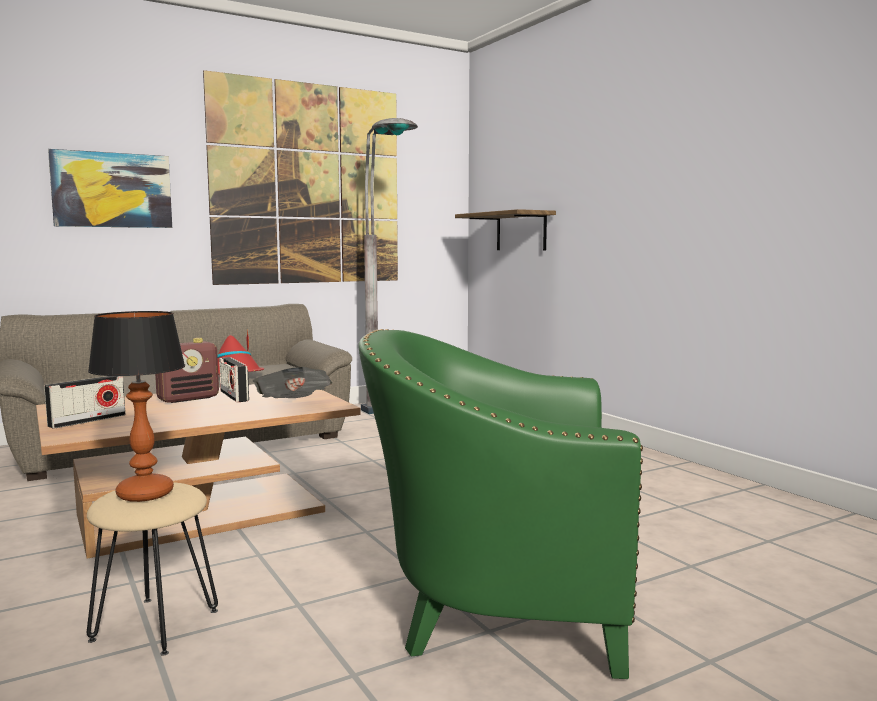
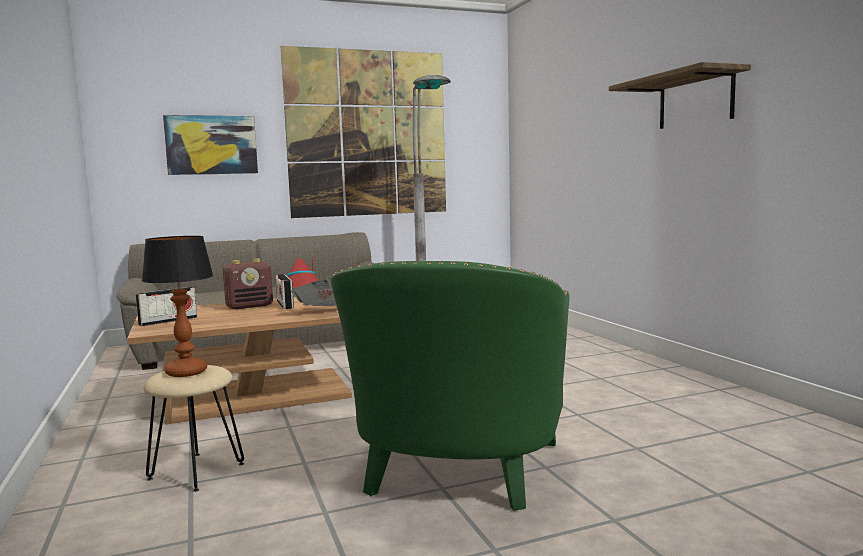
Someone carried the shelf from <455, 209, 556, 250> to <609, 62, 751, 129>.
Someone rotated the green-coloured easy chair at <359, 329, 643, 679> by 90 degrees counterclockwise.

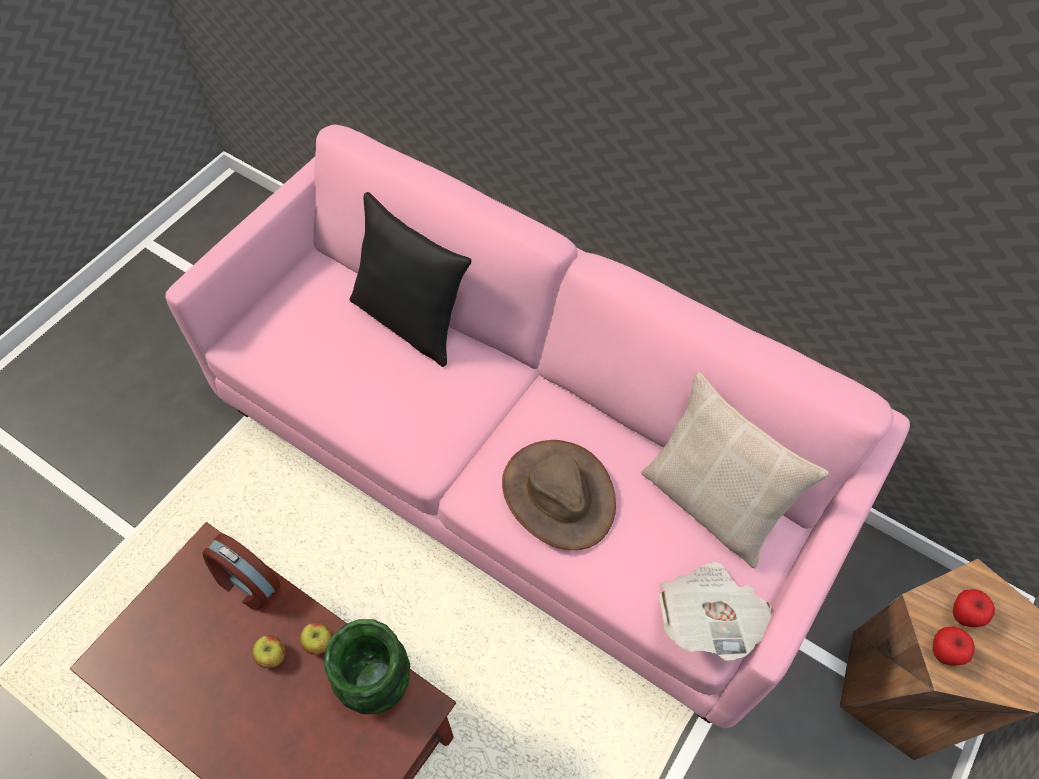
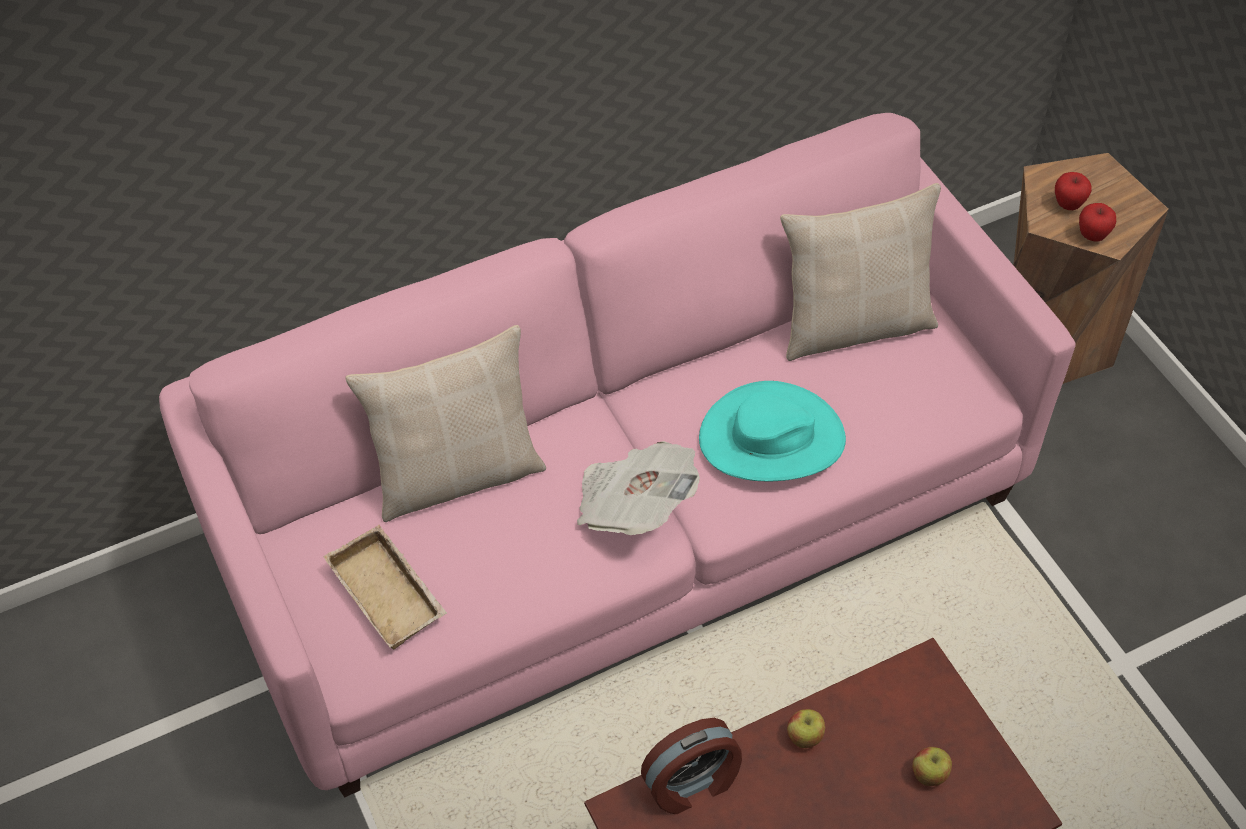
Someone took away the green-coloured vase at <324, 619, 410, 714>.
Someone put down the beige-coloured carrying tray at <323, 525, 447, 649>.
Someone carried the apple fruit from <252, 635, 285, 668> to <912, 747, 952, 786>.
Someone carried the printed paper from <660, 562, 771, 661> to <577, 441, 700, 535>.
Someone repainted the black throw pillow at <350, 192, 472, 367>, which became the beige-coloured throw pillow at <346, 325, 546, 522>.
Someone repainted the brownish hat at <502, 440, 616, 550>, which became the turquoise hat at <699, 381, 846, 481>.

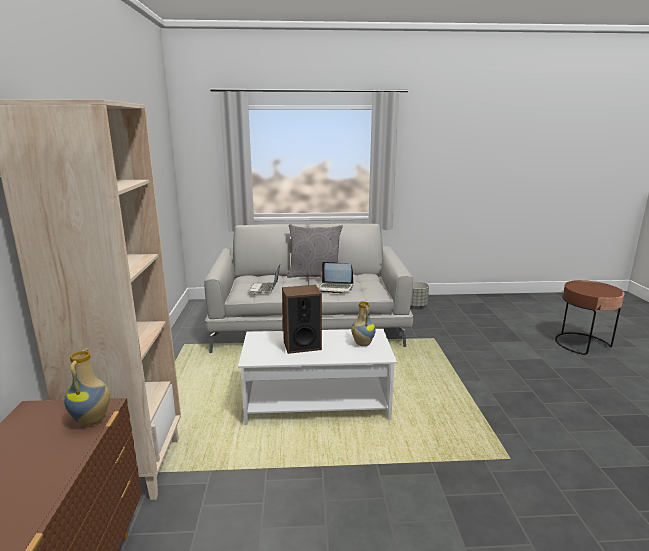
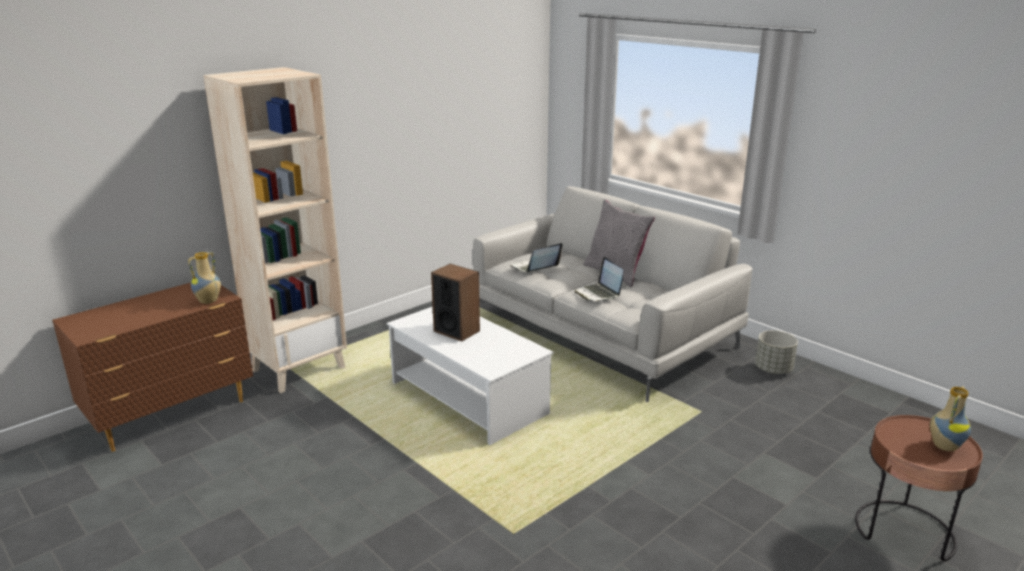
Someone carried the vase from <351, 301, 376, 346> to <930, 386, 971, 451>.

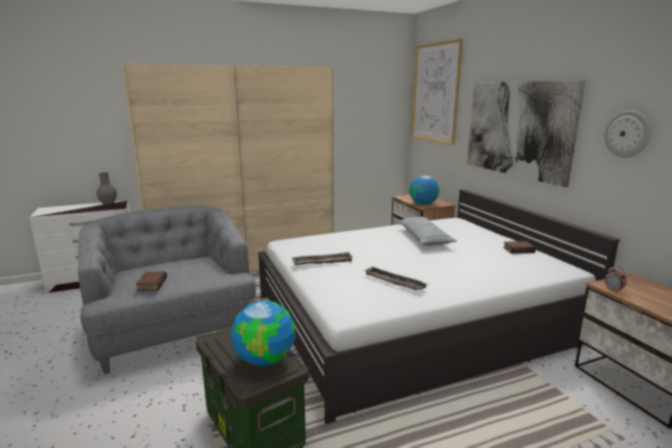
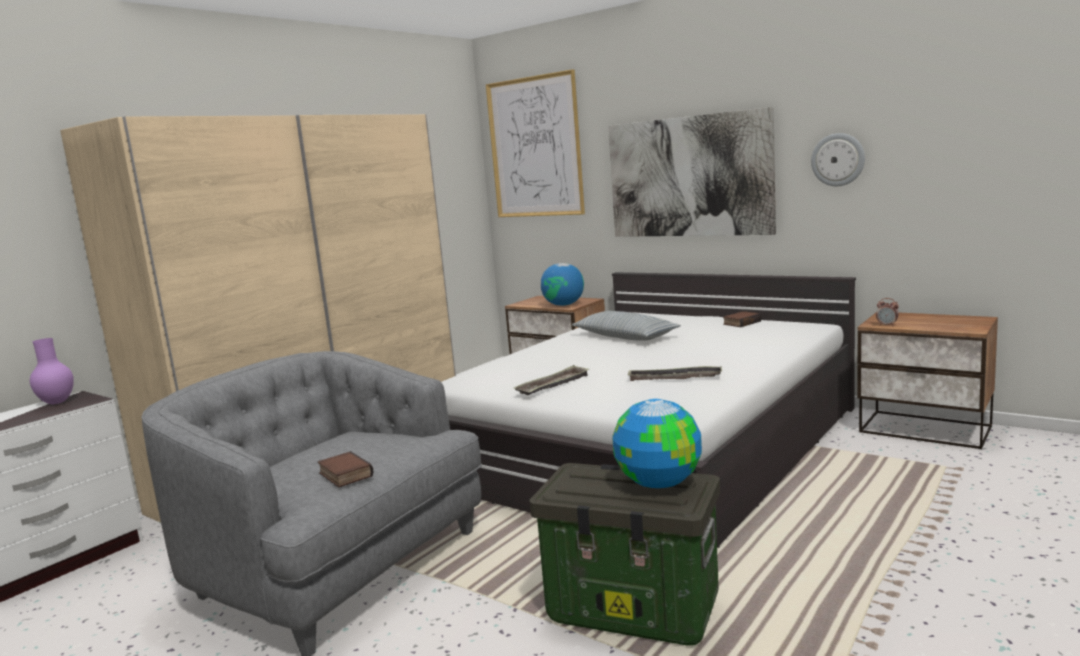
Someone repainted the greyish vase at <96, 172, 117, 205>, which became the purple-coloured vase at <30, 338, 74, 404>.

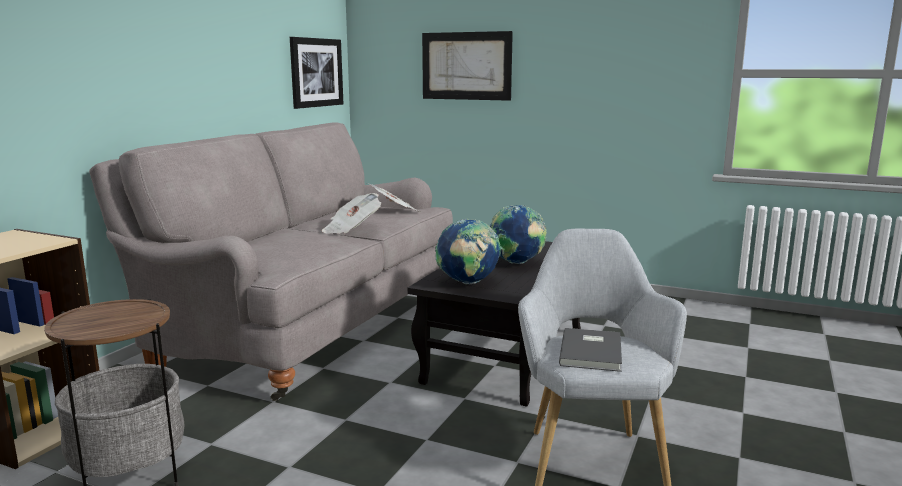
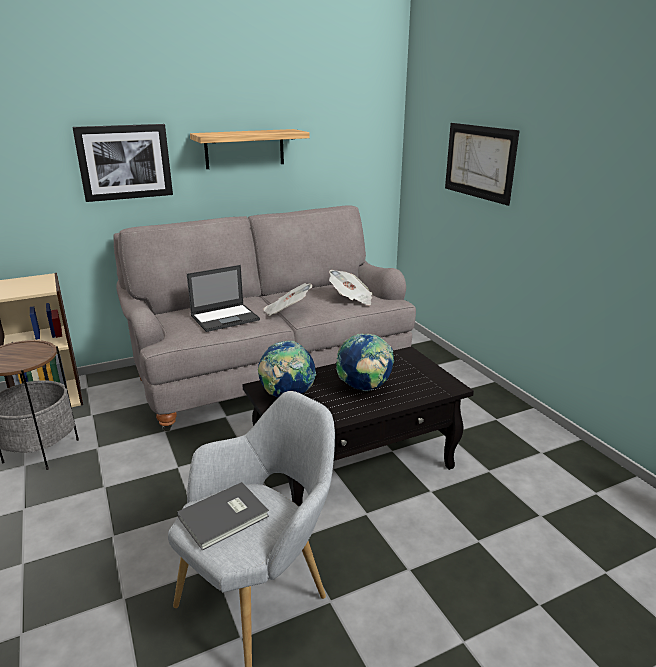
Someone put down the portable computer at <187, 265, 260, 332>.
Someone put up the shelf at <190, 129, 310, 169>.
Someone carried the wall art from <290, 37, 344, 109> to <72, 124, 173, 202>.

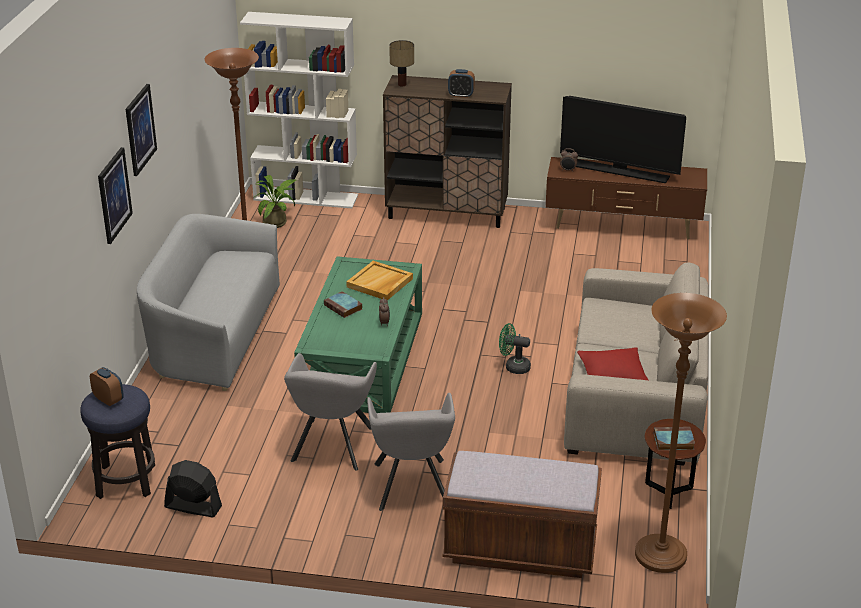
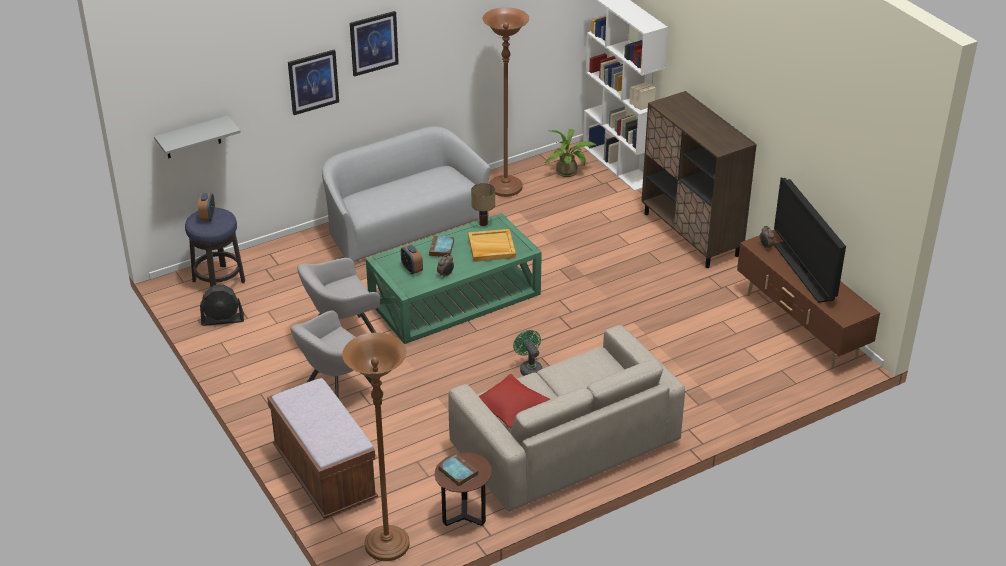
Someone put up the greyish shelf at <154, 116, 241, 158>.
Someone carried the tabletop lamp from <389, 40, 414, 86> to <471, 183, 495, 226>.
Someone carried the alarm clock from <448, 69, 475, 98> to <401, 244, 423, 275>.
Someone rotated the black cooling fan at <164, 460, 222, 517> by 105 degrees clockwise.

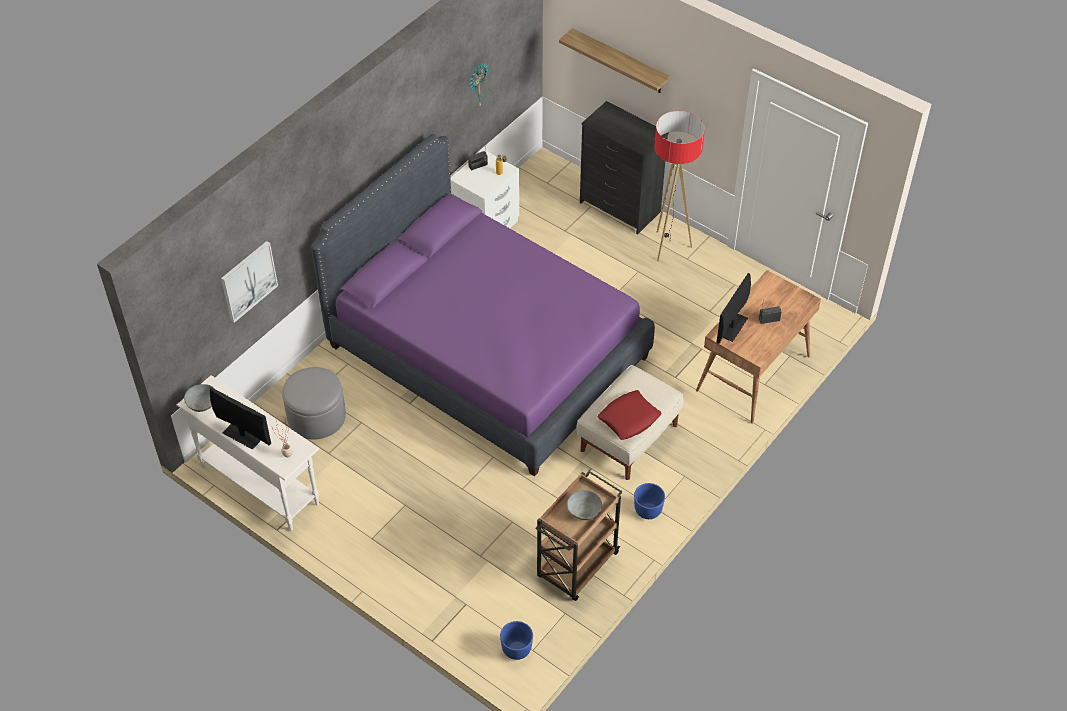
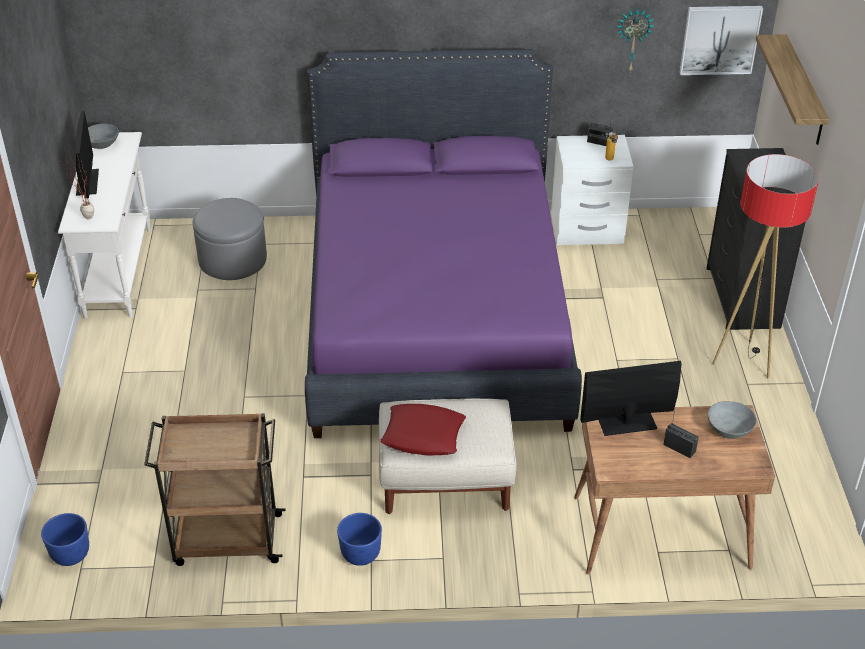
Someone carried the wall art from <221, 241, 278, 323> to <679, 6, 763, 75>.
Someone carried the greyish bowl from <567, 490, 602, 520> to <707, 401, 757, 439>.

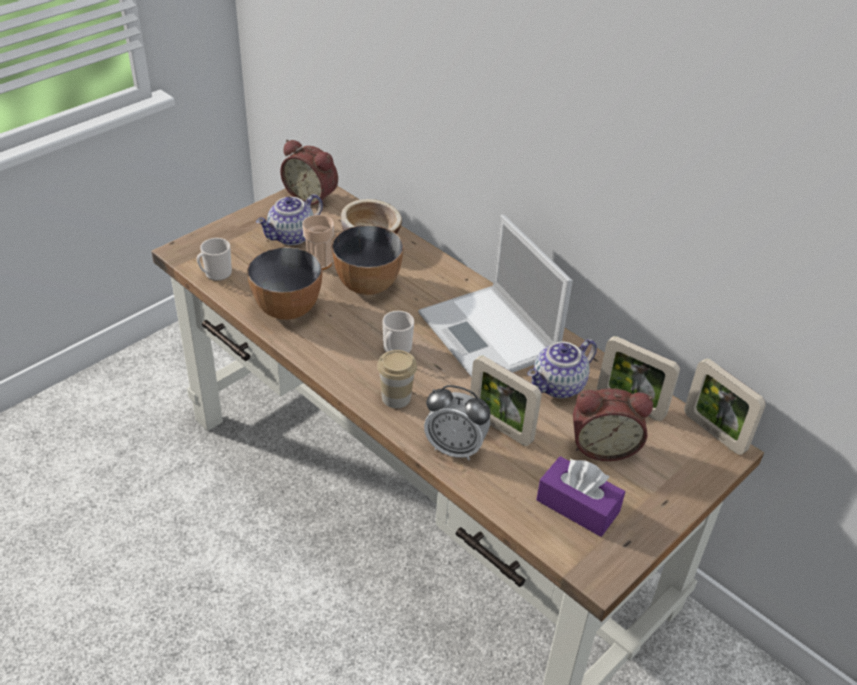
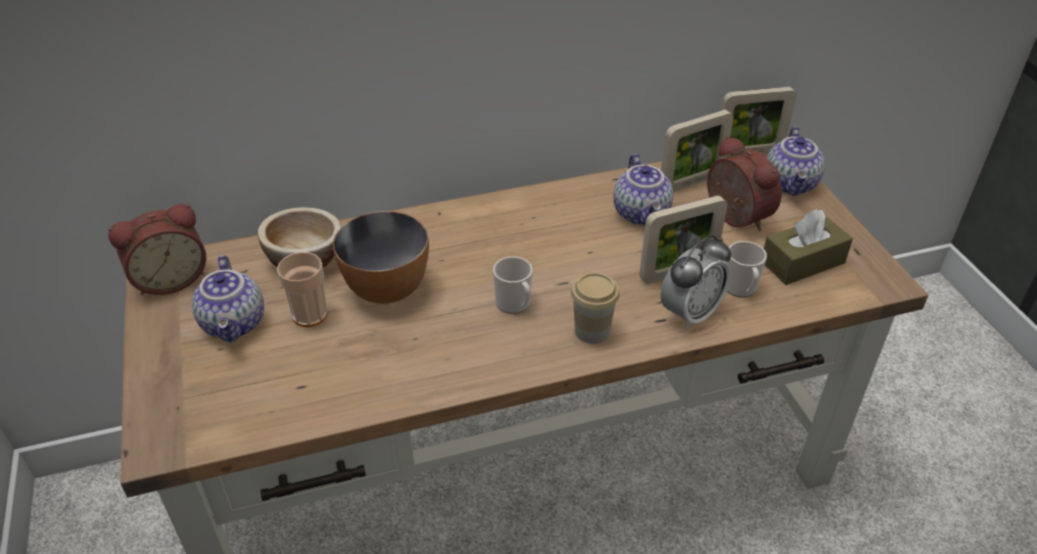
Someone took away the bowl at <247, 247, 322, 320>.
Someone took away the portable computer at <418, 215, 573, 377>.
Someone put down the tea pot at <767, 126, 825, 196>.
Someone carried the mug from <197, 238, 232, 281> to <726, 241, 767, 298>.
Someone repainted the purple-coloured tissue holder at <536, 456, 625, 537>, which became the brownish tissue holder at <764, 209, 853, 285>.
Someone rotated the alarm clock at <573, 388, 653, 461> by 60 degrees counterclockwise.

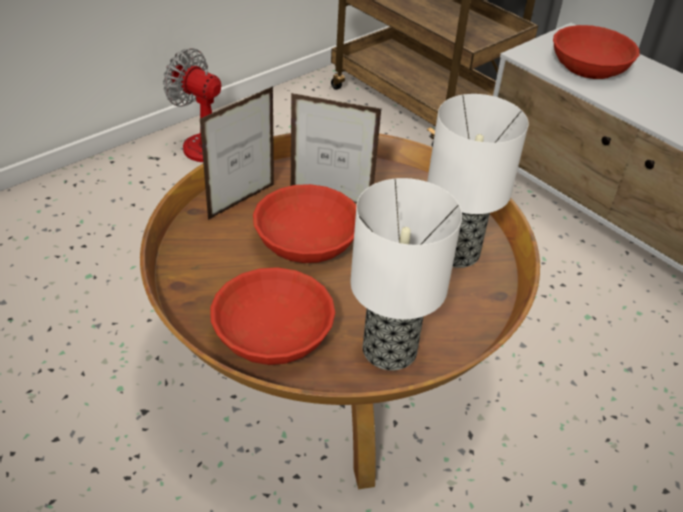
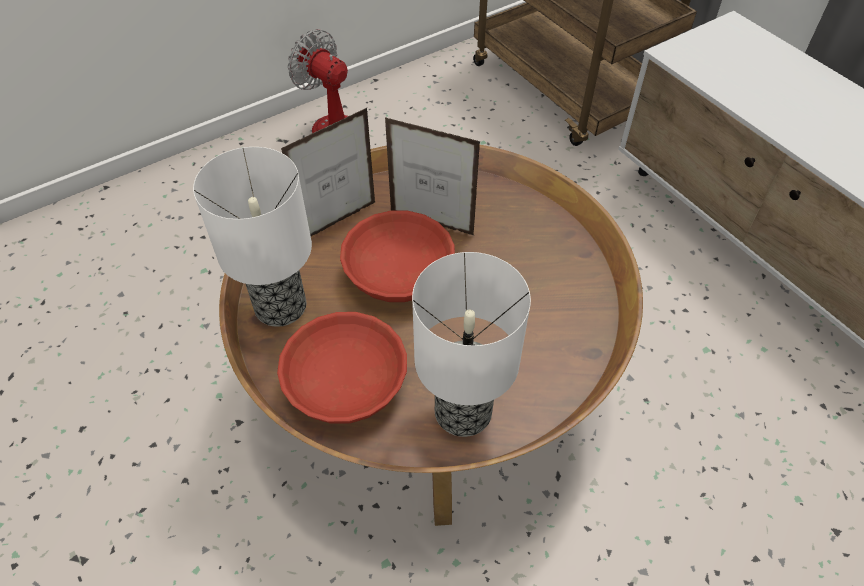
Someone took away the reddish bowl at <553, 25, 639, 79>.
Someone carried the tabletop lamp from <427, 94, 529, 268> to <193, 147, 312, 327>.

